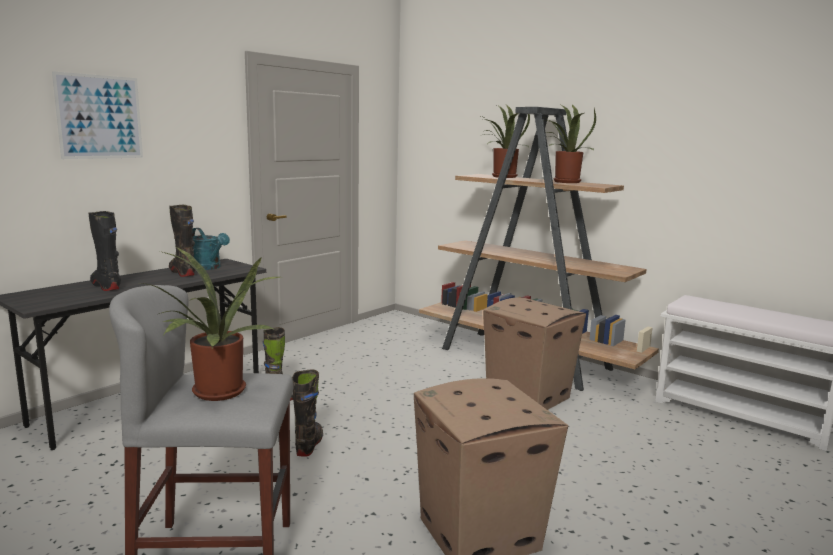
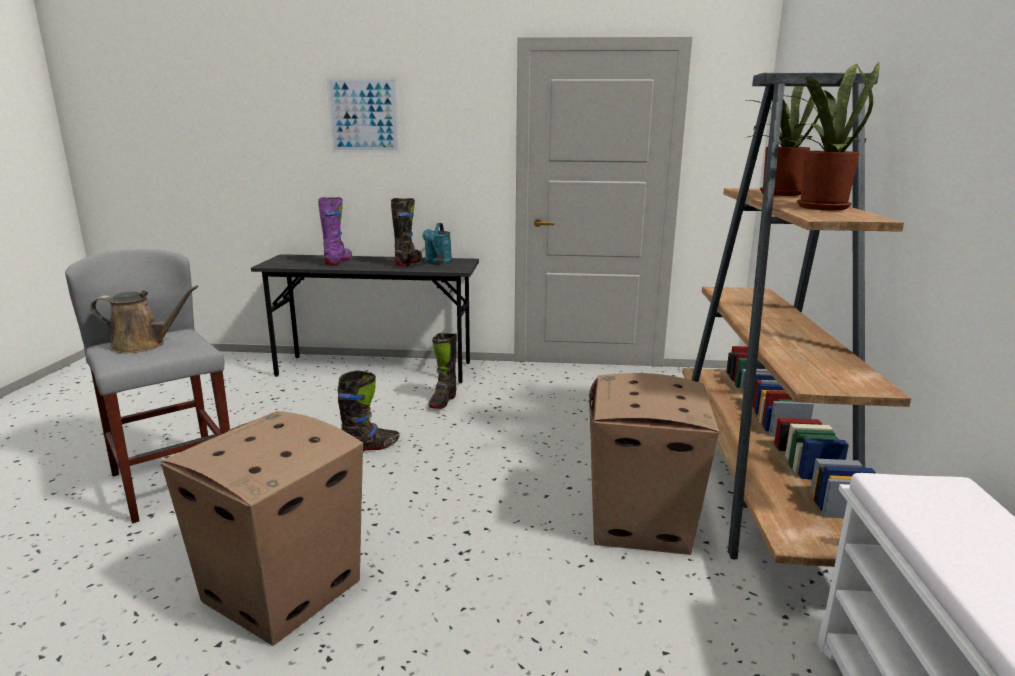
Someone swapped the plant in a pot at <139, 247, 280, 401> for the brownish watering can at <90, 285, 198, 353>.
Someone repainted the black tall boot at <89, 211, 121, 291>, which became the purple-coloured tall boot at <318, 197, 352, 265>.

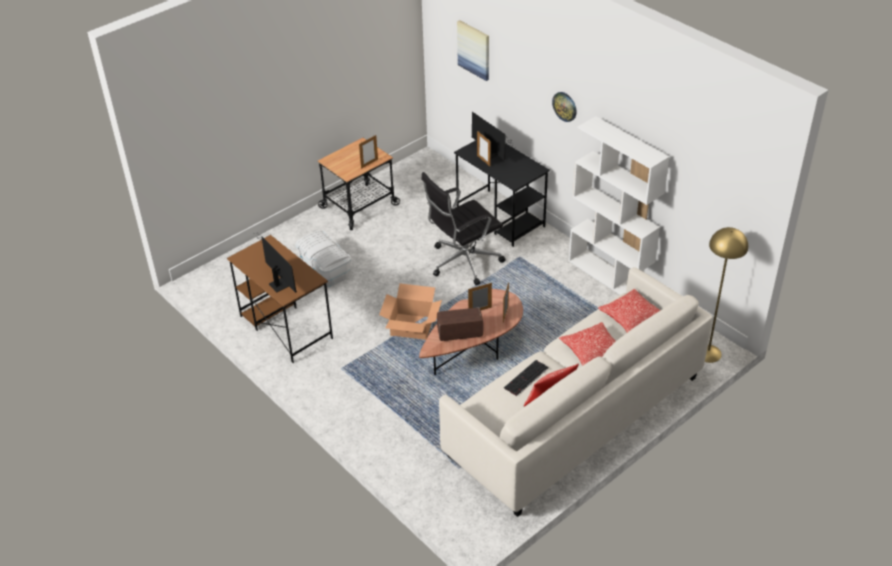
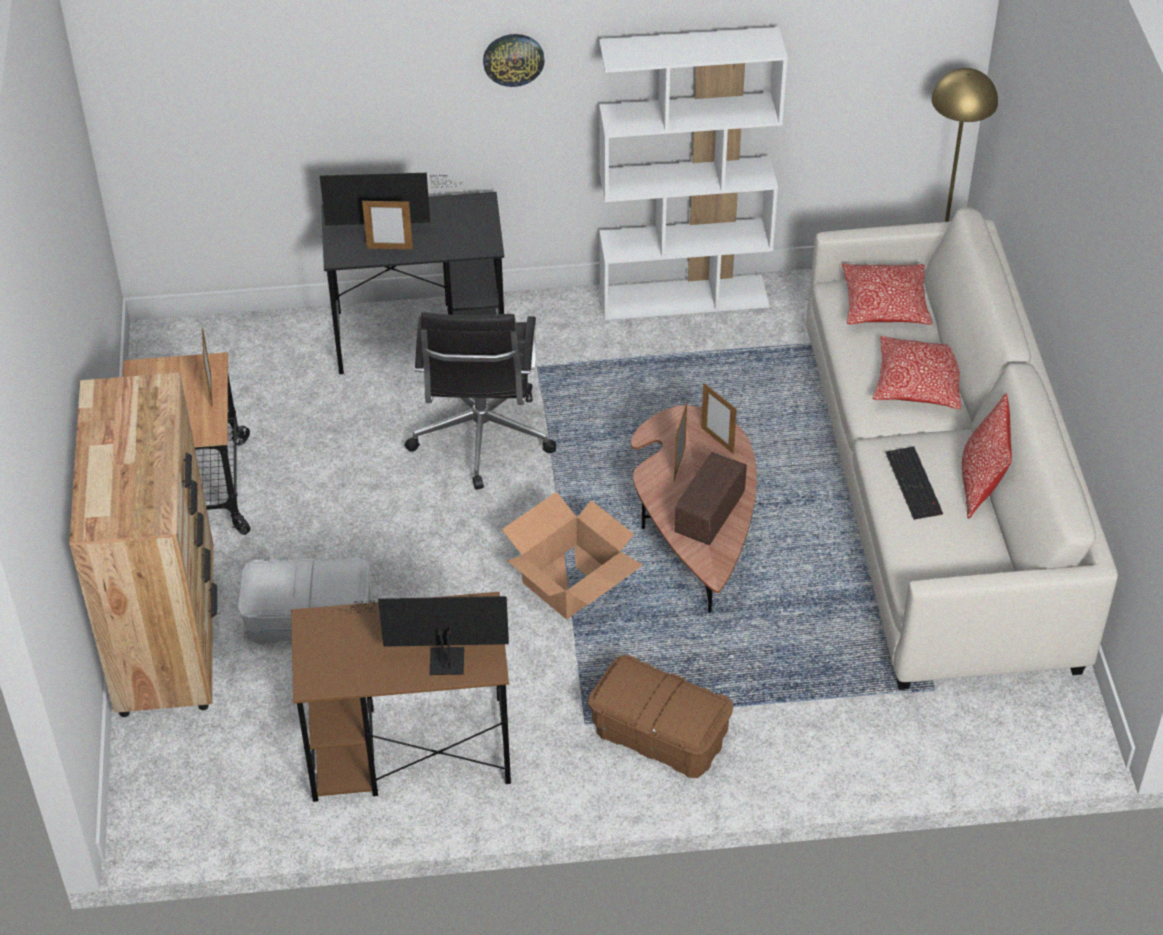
Someone took away the wall art at <457, 20, 489, 81>.
Someone put down the brownish dresser at <69, 372, 217, 717>.
Someone put down the brownish storage box at <588, 655, 733, 778>.

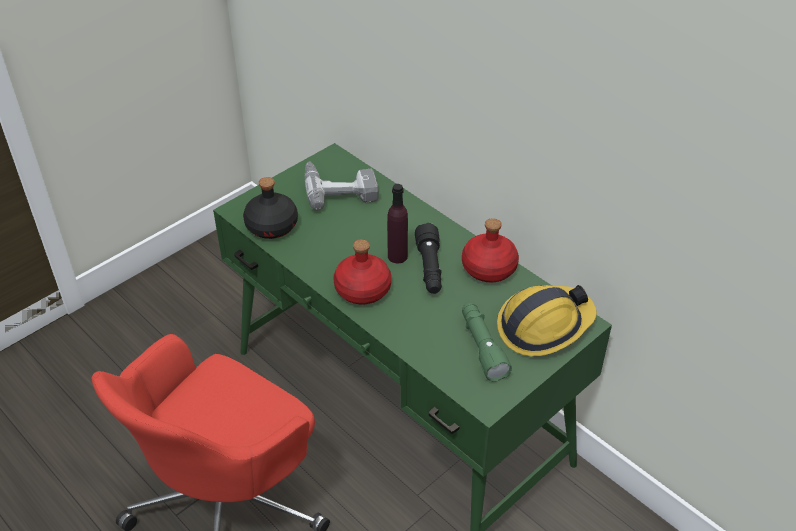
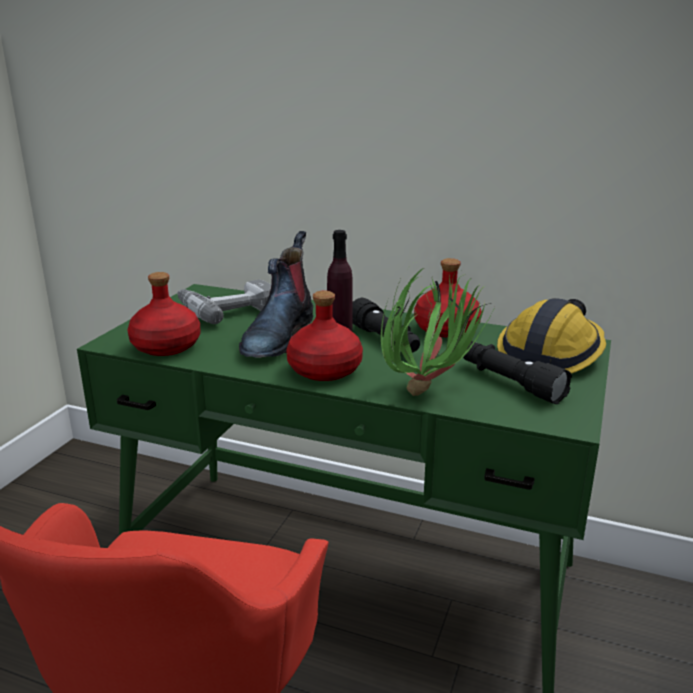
Someone put down the tall boot at <239, 231, 313, 358>.
Someone put down the plant in a pot at <381, 269, 492, 396>.
Someone repainted the black bottle at <243, 177, 298, 239>, which became the reddish bottle at <127, 272, 200, 356>.
Someone repainted the green-coloured torch at <462, 302, 512, 382>, which became the black torch at <463, 341, 572, 404>.

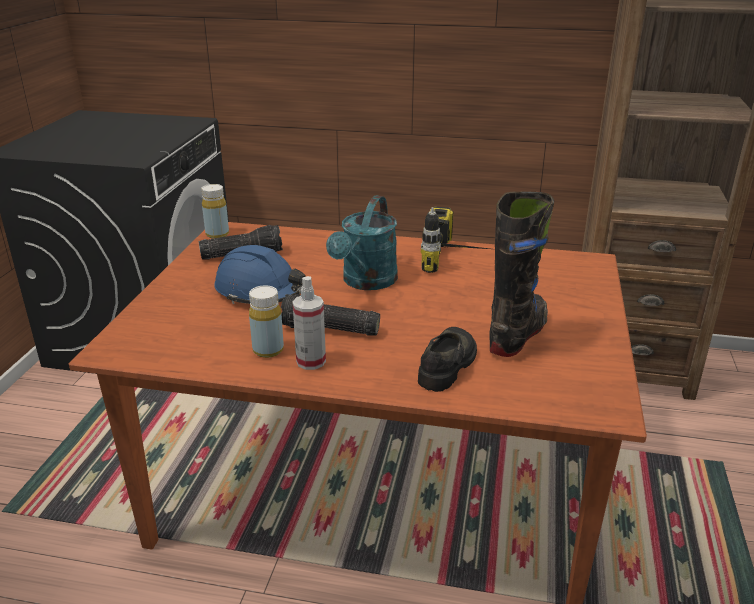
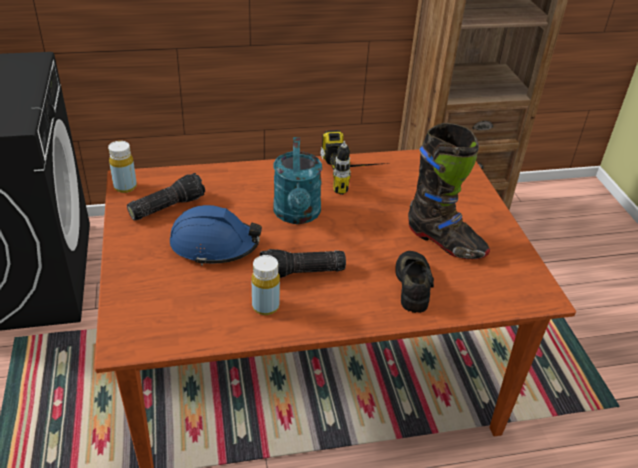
Someone took away the hand sprayer at <293, 276, 326, 370>.
Someone rotated the black tall boot at <490, 192, 554, 357> by 120 degrees clockwise.

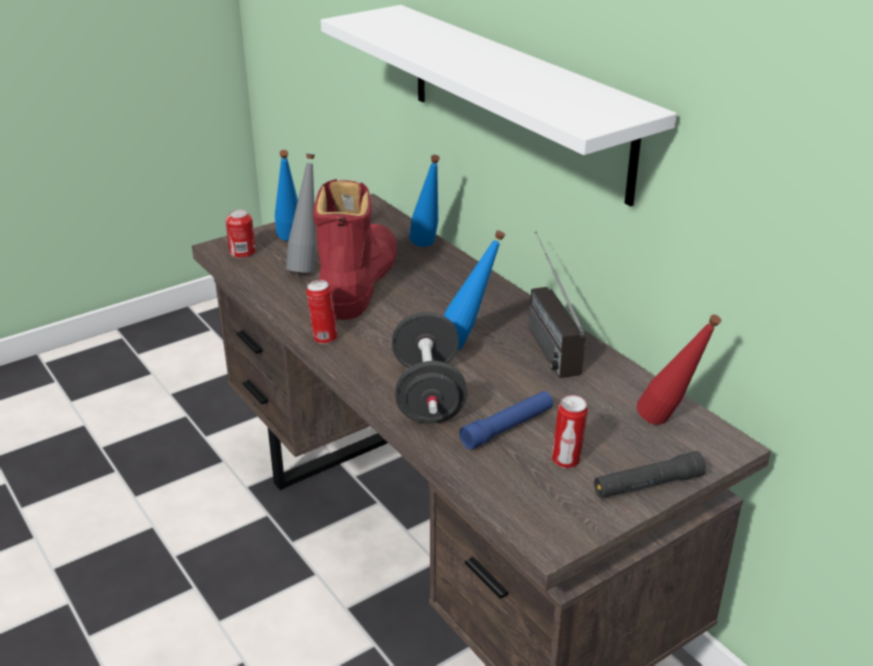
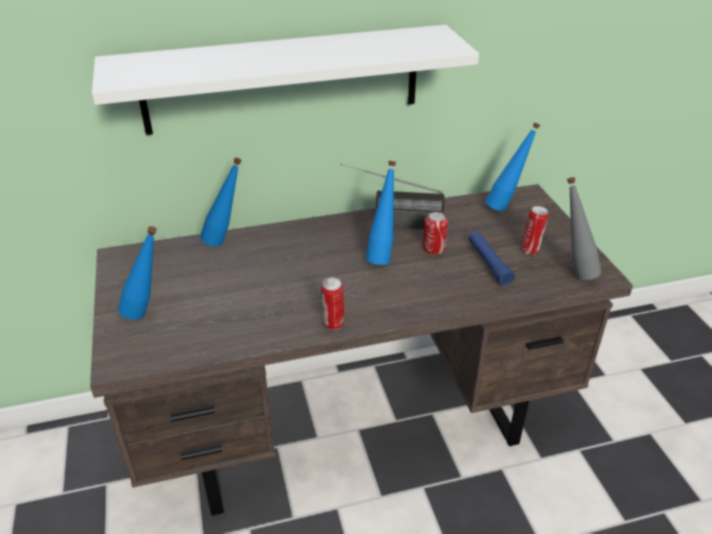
Someone took away the reddish tall boot at <313, 179, 397, 320>.
Someone took away the black hand weight at <392, 312, 467, 424>.
Someone took away the black torch at <594, 451, 707, 498>.
Someone carried the metal can from <226, 210, 256, 259> to <423, 212, 448, 254>.
Someone carried the greyish bottle from <286, 154, 316, 273> to <567, 177, 601, 280>.
Someone repainted the reddish bottle at <637, 315, 721, 425>, which became the blue-coloured bottle at <485, 123, 540, 211>.

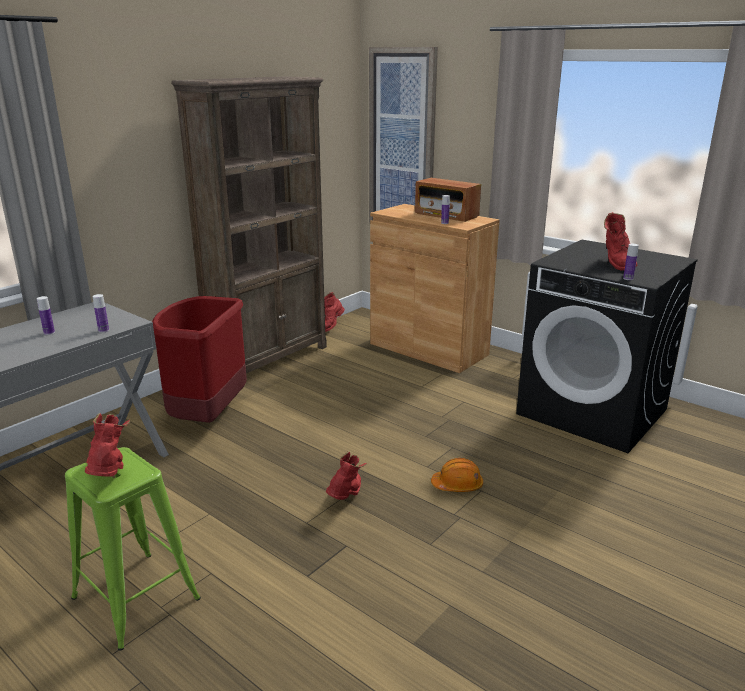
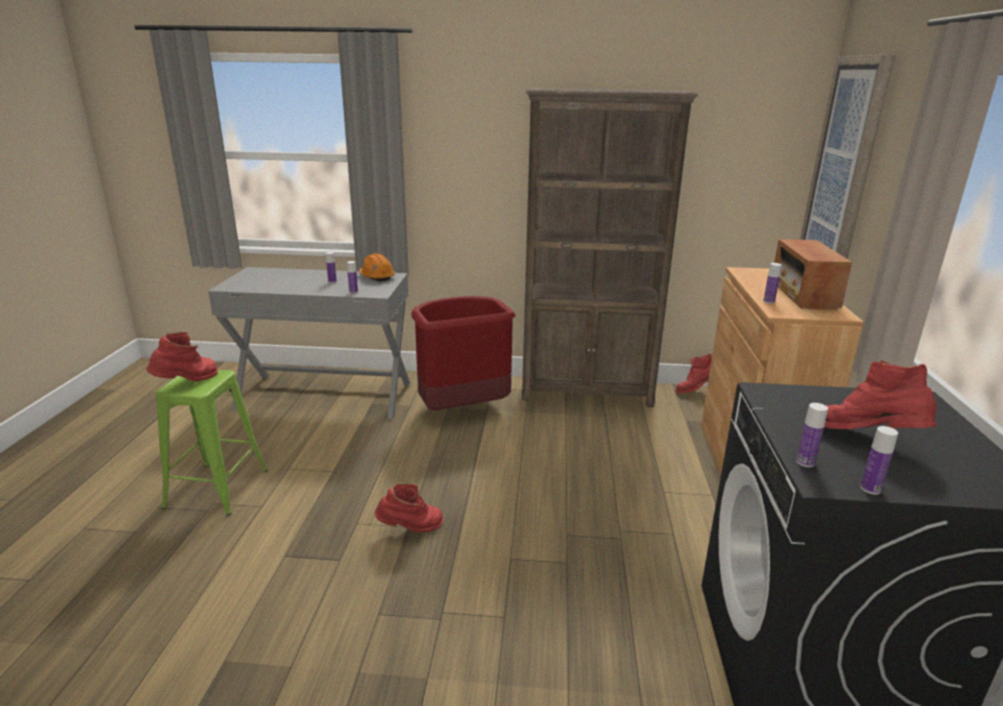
Someone put down the bottle at <860, 426, 898, 495>.
Someone carried the orange work helmet from <431, 458, 483, 492> to <359, 253, 395, 281>.
Someone rotated the reddish tall boot at <604, 212, 637, 271> by 75 degrees clockwise.

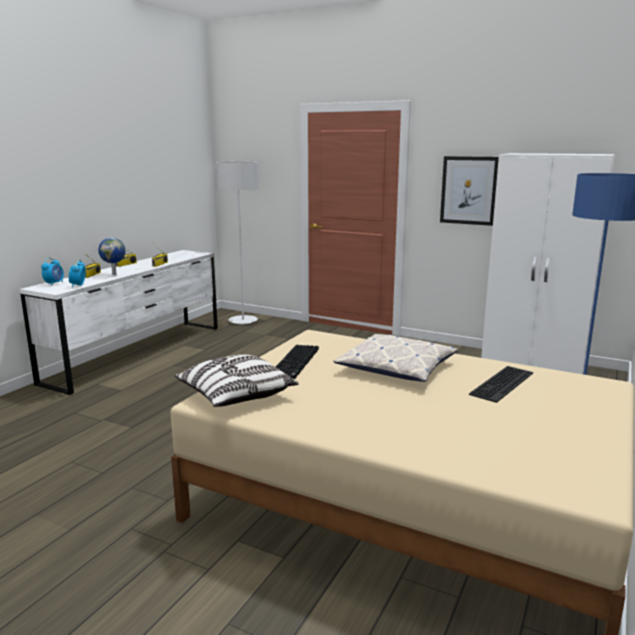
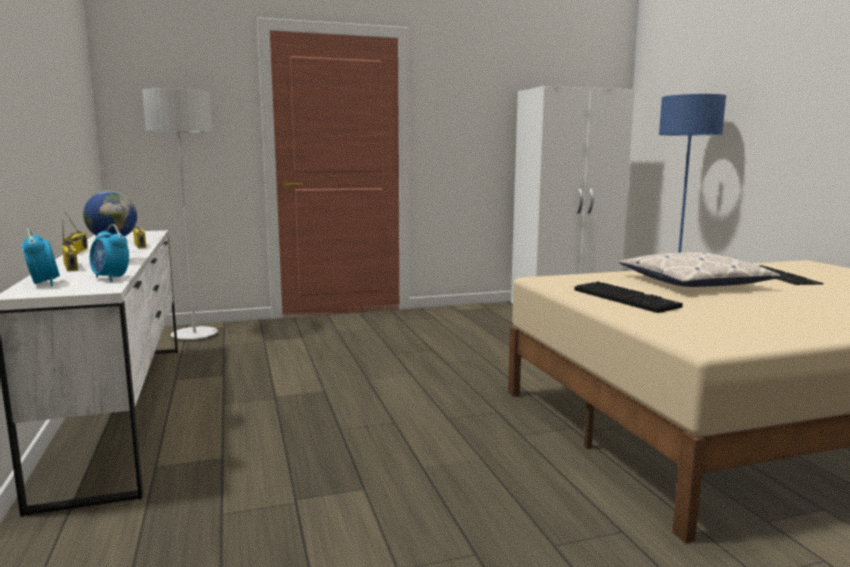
Someone took away the throw pillow at <174, 354, 299, 407>.
Someone took away the wall art at <440, 156, 499, 226>.

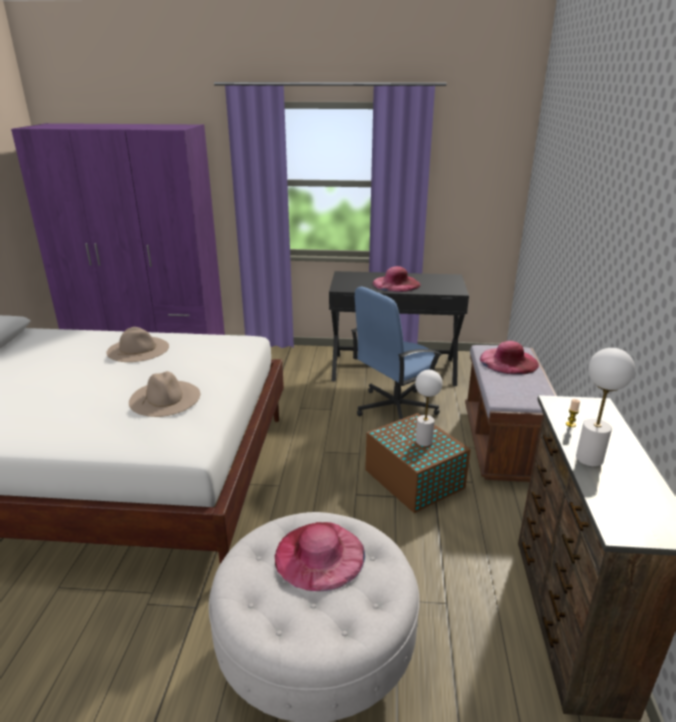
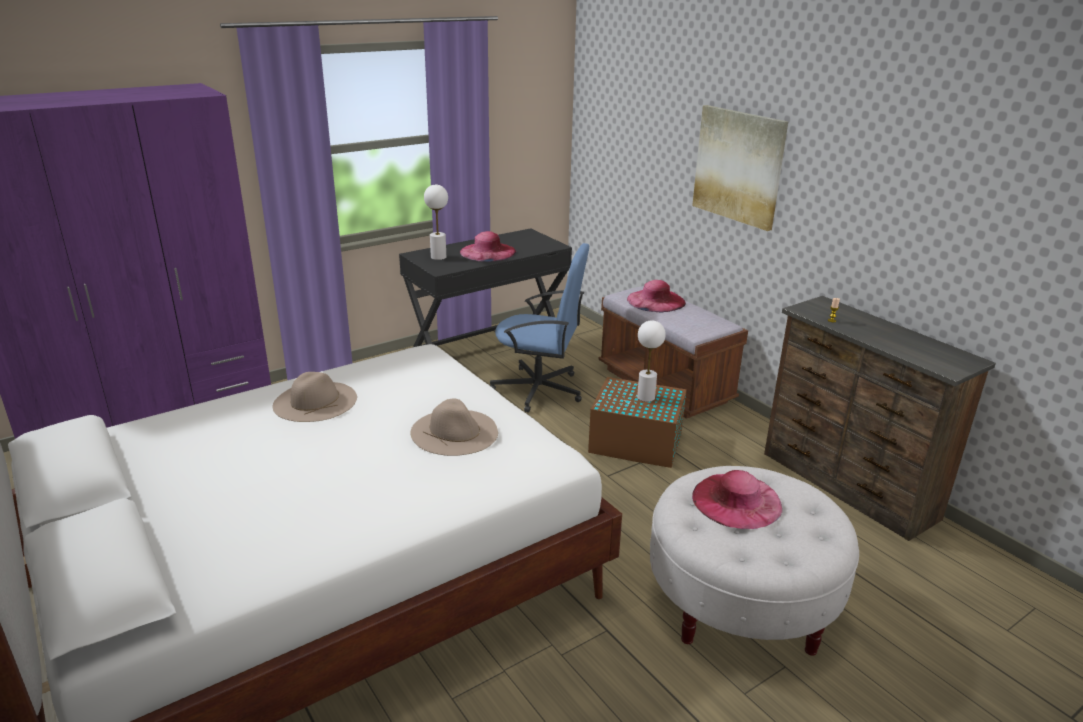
Someone put up the wall art at <692, 105, 788, 231>.
Someone carried the white tabletop lamp from <576, 348, 635, 467> to <424, 185, 448, 260>.
Someone rotated the blue-coloured office chair at <351, 287, 443, 420> by 90 degrees counterclockwise.

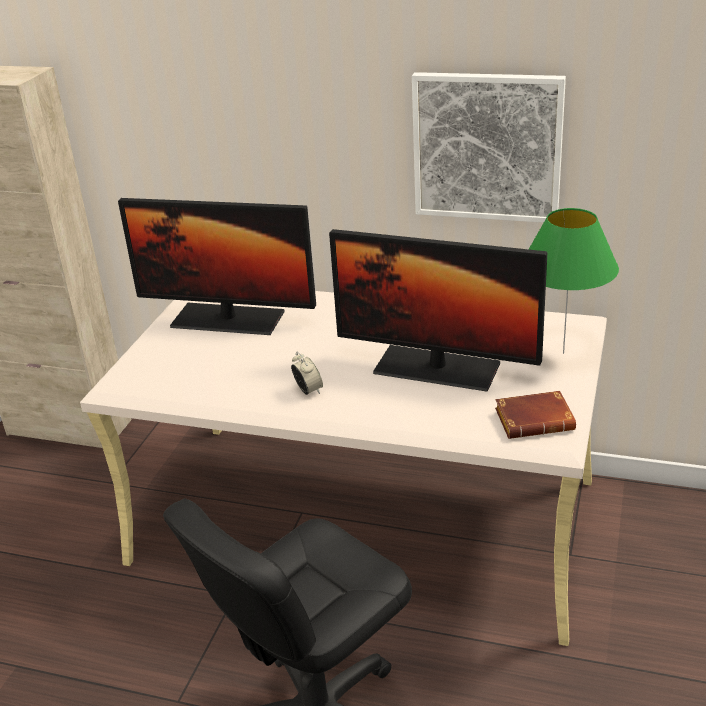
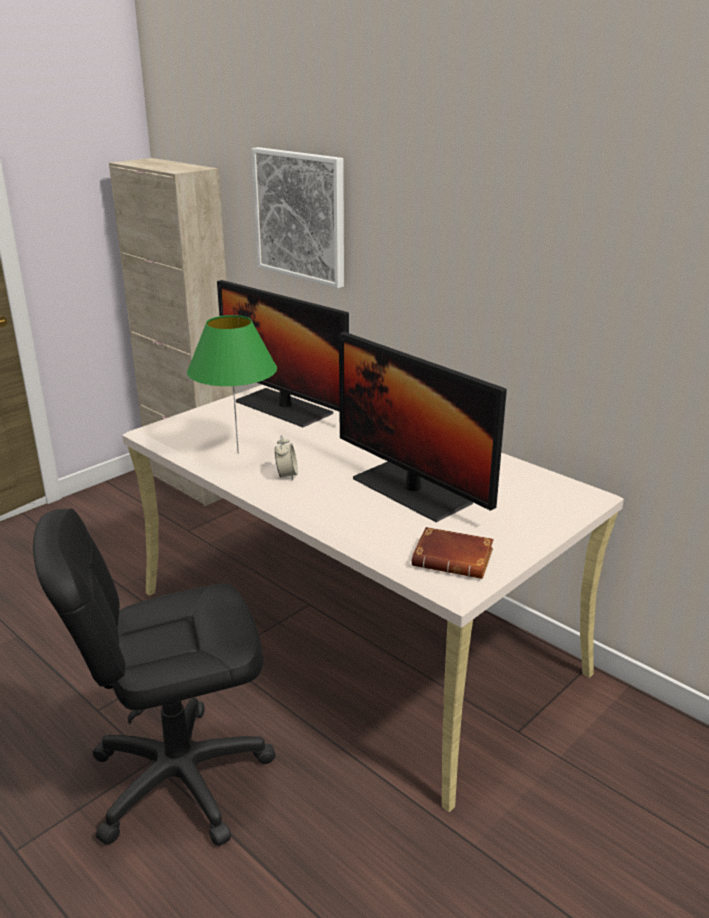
Someone carried the wall art from <412, 72, 566, 223> to <252, 147, 344, 288>.
Someone carried the green-coloured tabletop lamp from <529, 208, 619, 354> to <187, 315, 277, 454>.

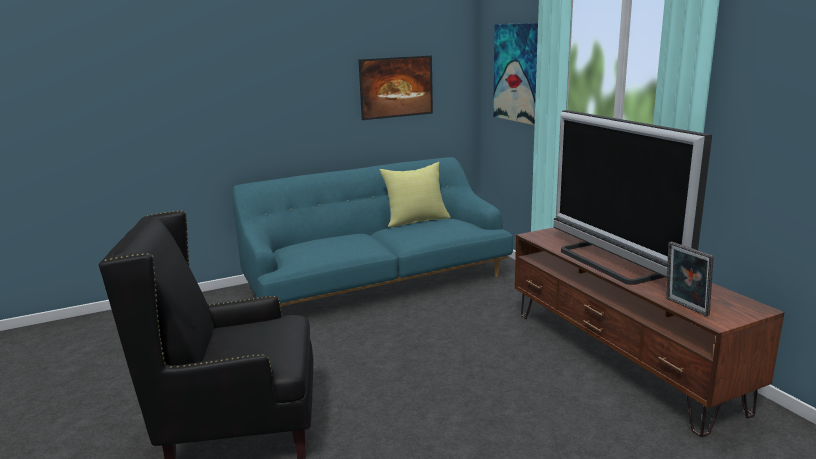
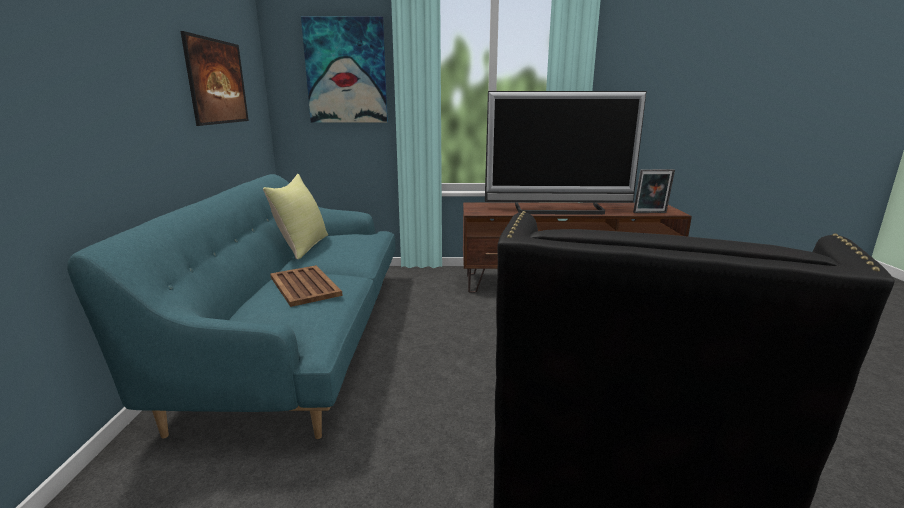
Someone put down the brownish carrying tray at <270, 265, 343, 307>.

